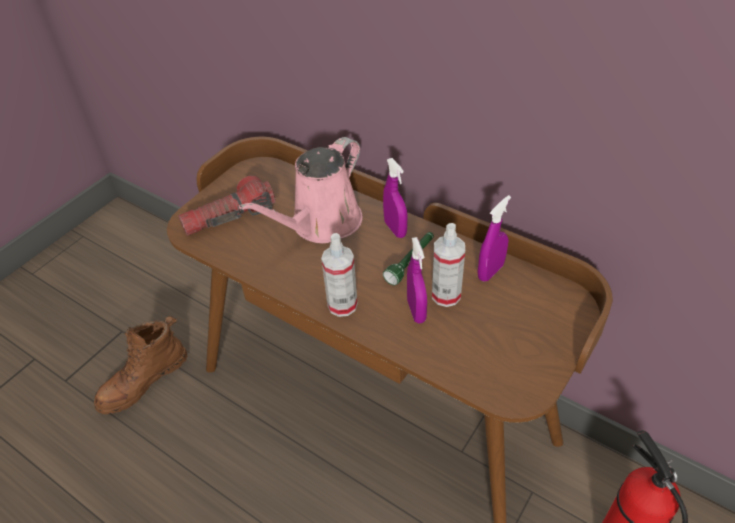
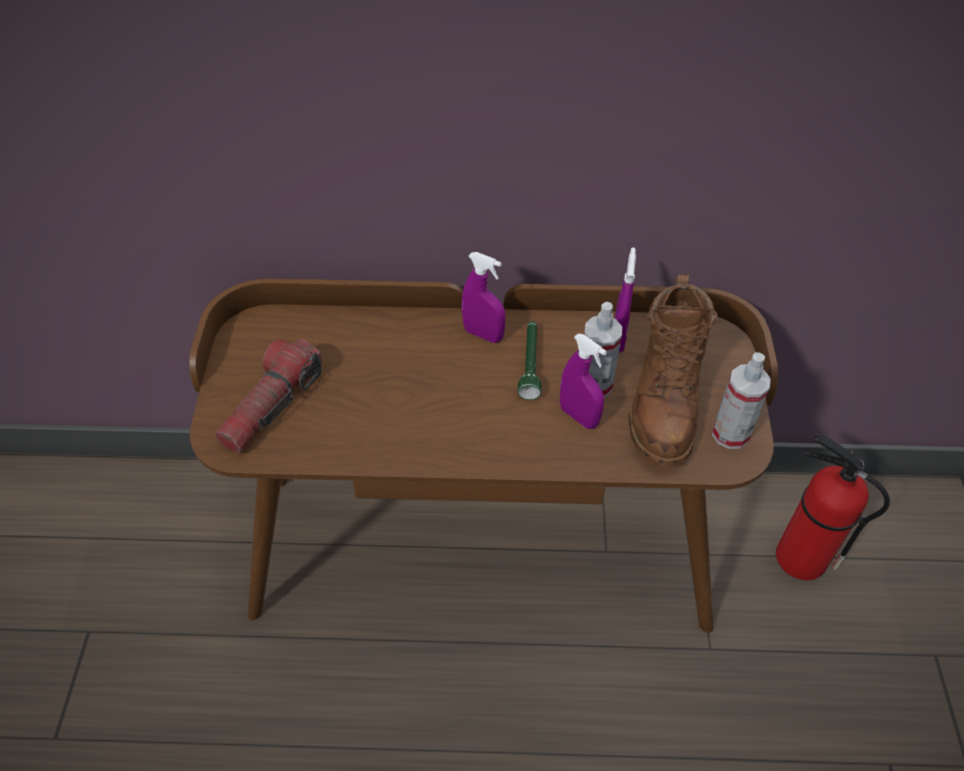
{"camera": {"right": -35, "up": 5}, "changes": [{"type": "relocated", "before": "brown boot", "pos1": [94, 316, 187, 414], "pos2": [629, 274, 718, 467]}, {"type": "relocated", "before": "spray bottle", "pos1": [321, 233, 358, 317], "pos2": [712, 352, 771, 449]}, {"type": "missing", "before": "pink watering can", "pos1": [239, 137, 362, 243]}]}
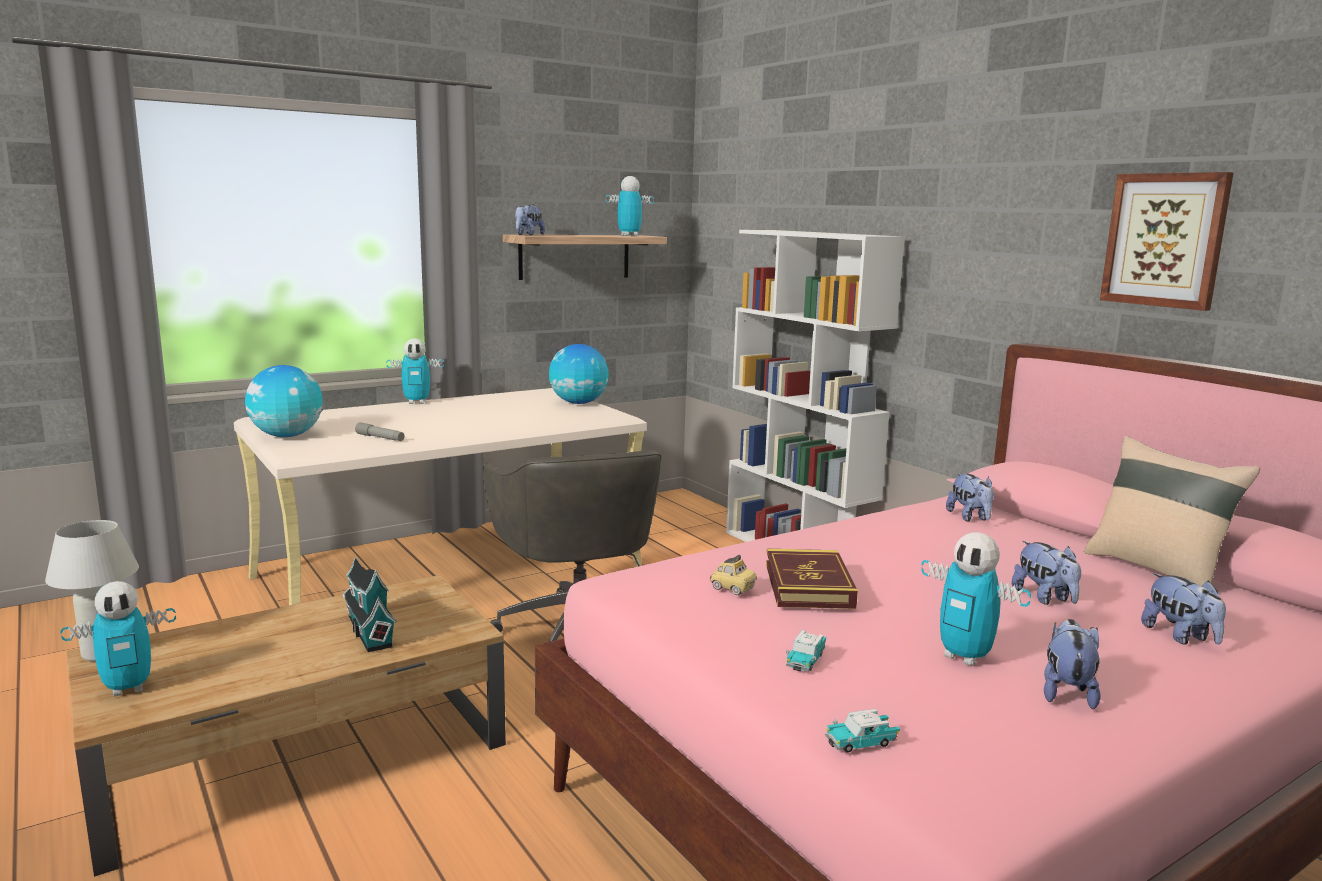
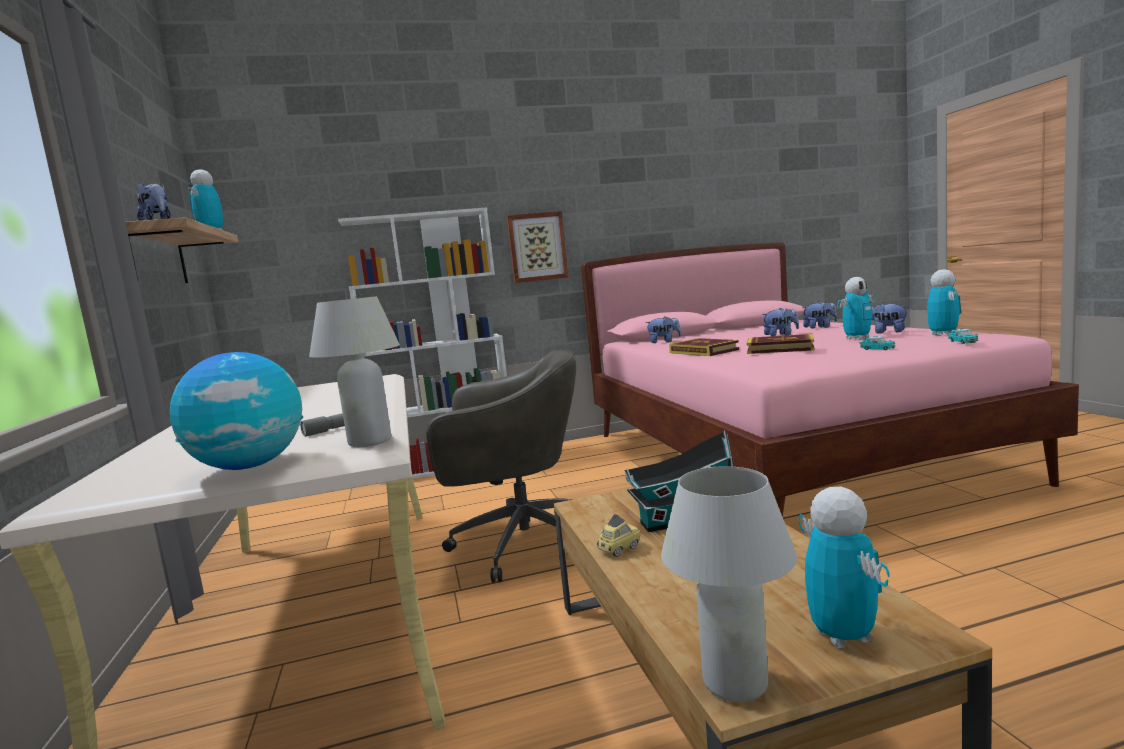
{"camera": {"right": -70, "up": -5}, "changes": [{"type": "appeared", "after": "white table lamp", "pos2": [309, 296, 400, 447]}, {"type": "relocated", "before": "picture", "pos1": [1100, 172, 1234, 311], "pos2": [507, 211, 568, 283]}, {"type": "relocated", "before": "toy car", "pos1": [710, 555, 757, 595], "pos2": [597, 514, 641, 557]}, {"type": "appeared", "after": "book", "pos2": [669, 338, 739, 356]}, {"type": "relocated", "before": "toy robot", "pos1": [386, 338, 444, 404], "pos2": [927, 269, 961, 336]}, {"type": "missing", "before": "globe", "pos1": [549, 344, 609, 404]}, {"type": "missing", "before": "beige pillow", "pos1": [1084, 436, 1260, 586]}]}
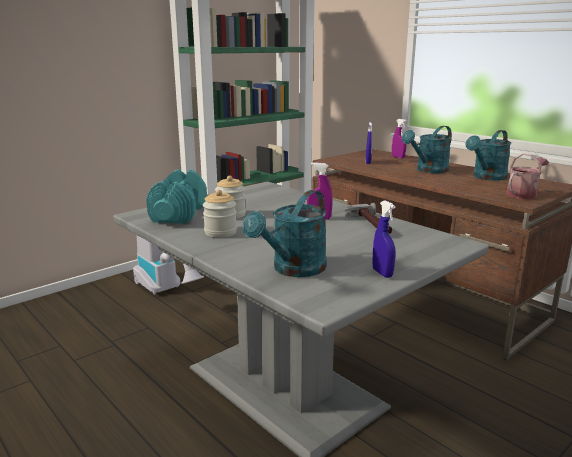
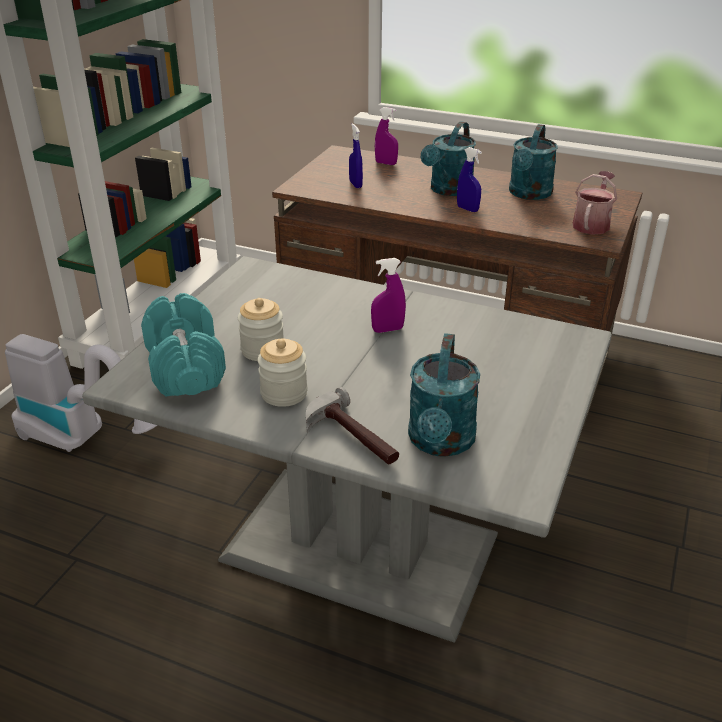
{"camera": {"right": -25, "up": 15}, "changes": [{"type": "relocated", "before": "hammer", "pos1": [344, 203, 392, 234], "pos2": [306, 387, 399, 465]}, {"type": "relocated", "before": "blue spray bottle", "pos1": [373, 200, 396, 278], "pos2": [457, 147, 482, 212]}]}
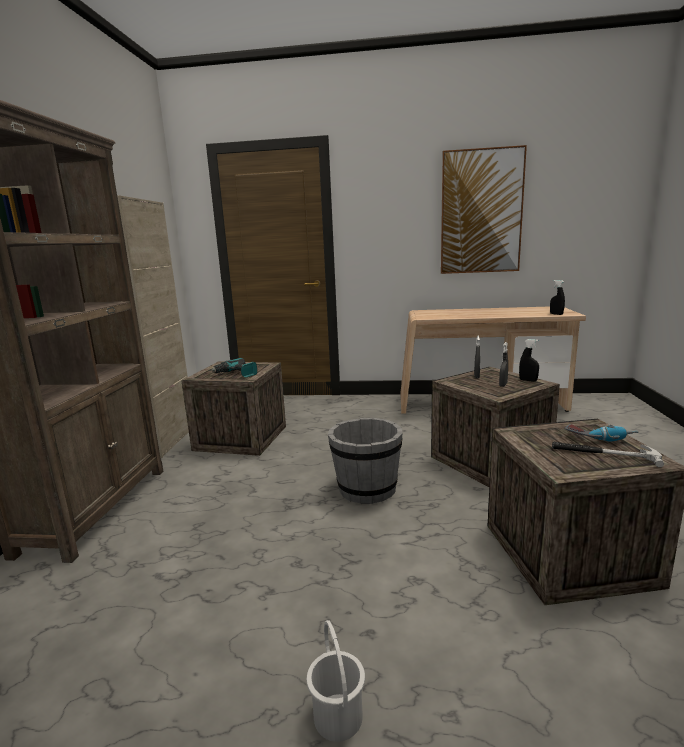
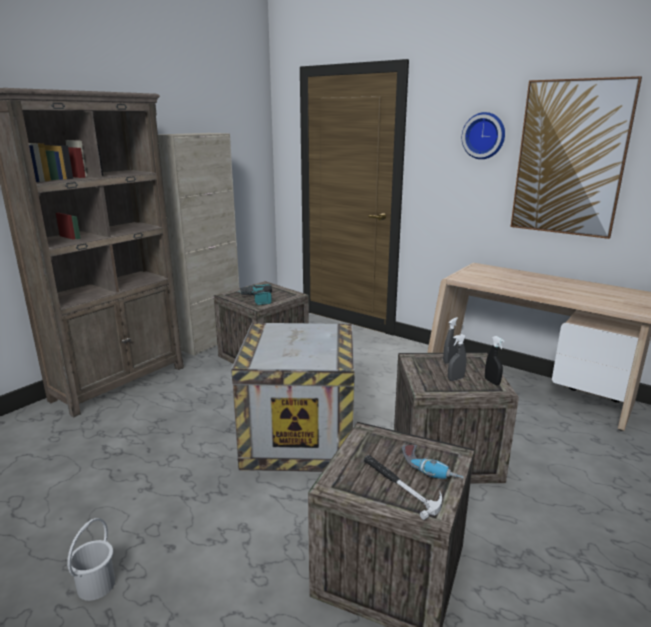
{"camera": {"right": 30, "up": 5}, "changes": [{"type": "exchanged", "before": "grey bucket", "after": "crate", "pos1": [328, 418, 403, 504], "pos2": [231, 323, 355, 472]}, {"type": "appeared", "after": "wall clock", "pos2": [462, 112, 505, 159]}, {"type": "missing", "before": "black spray bottle", "pos1": [550, 280, 565, 315]}]}
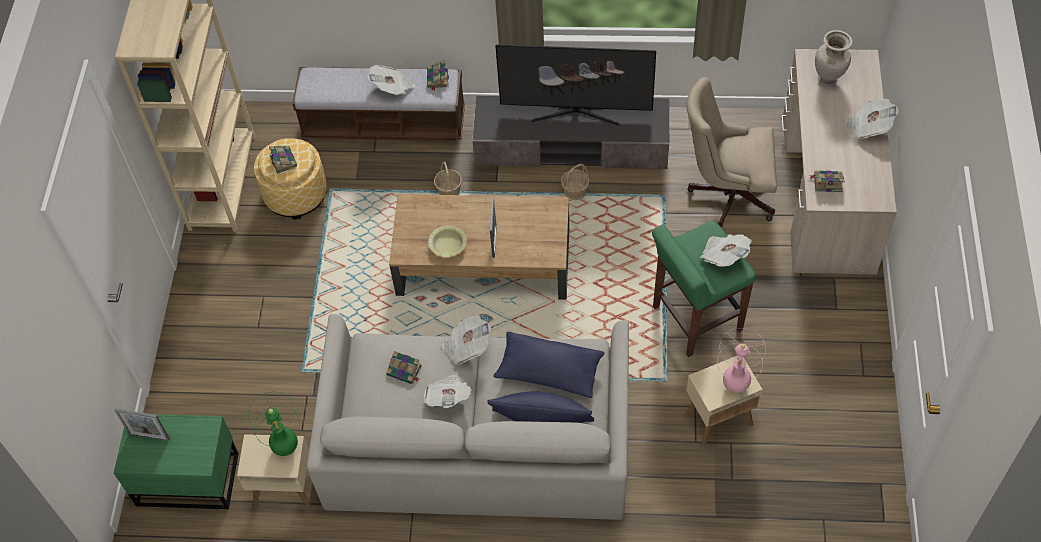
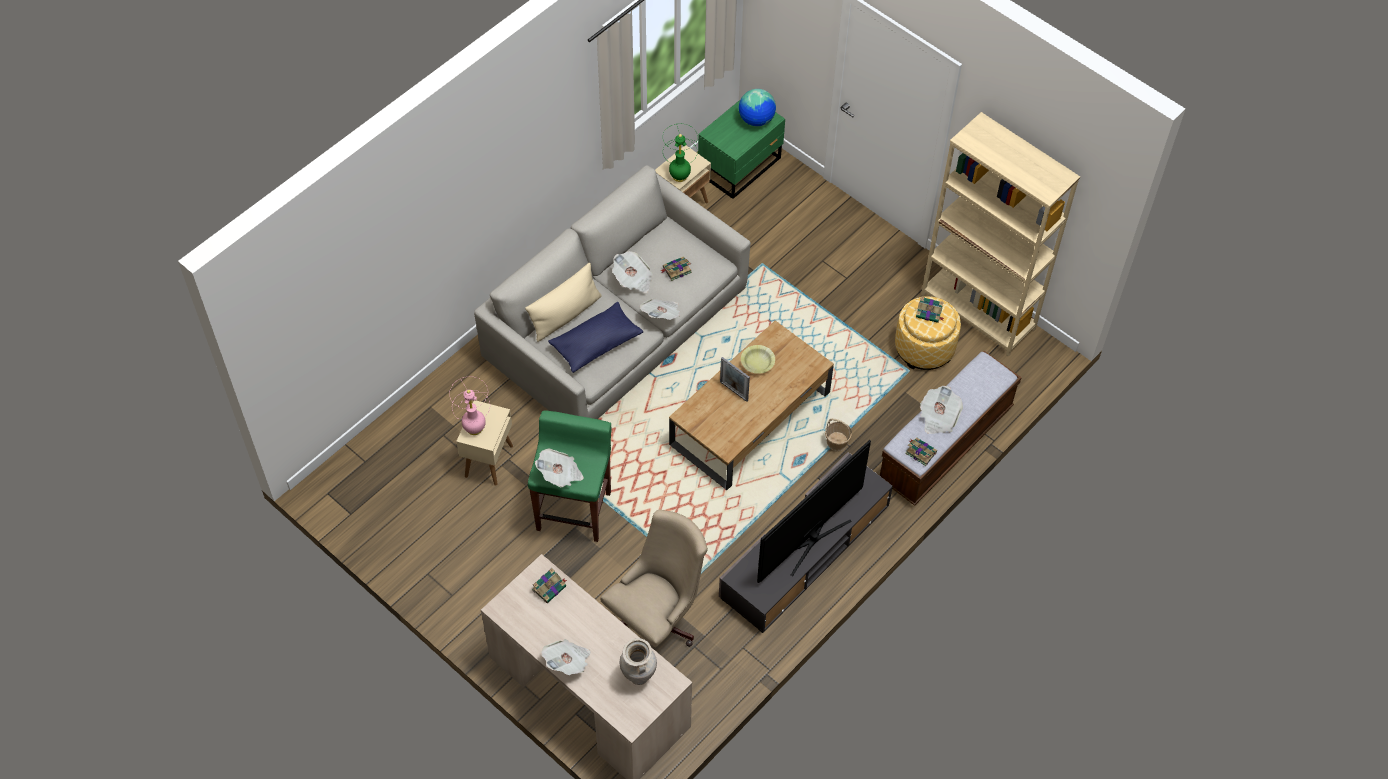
{"camera": {"right": 125, "up": 0}, "changes": [{"type": "colour", "before": "blue pillow", "after": "beige pillow", "pos1": [487, 392, 594, 423], "pos2": [525, 263, 602, 342]}, {"type": "exchanged", "before": "picture frame", "after": "globe", "pos1": [114, 408, 170, 441], "pos2": [739, 89, 776, 126]}, {"type": "missing", "before": "basket", "pos1": [561, 164, 589, 200]}]}
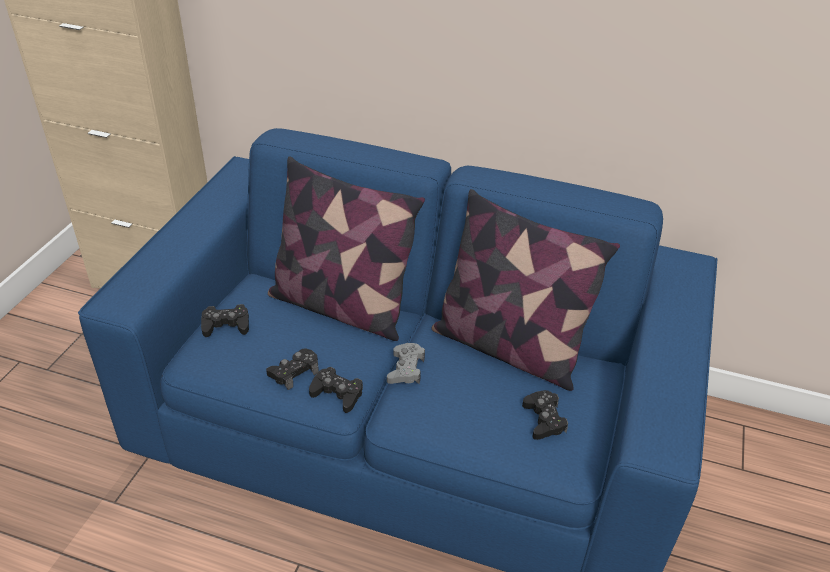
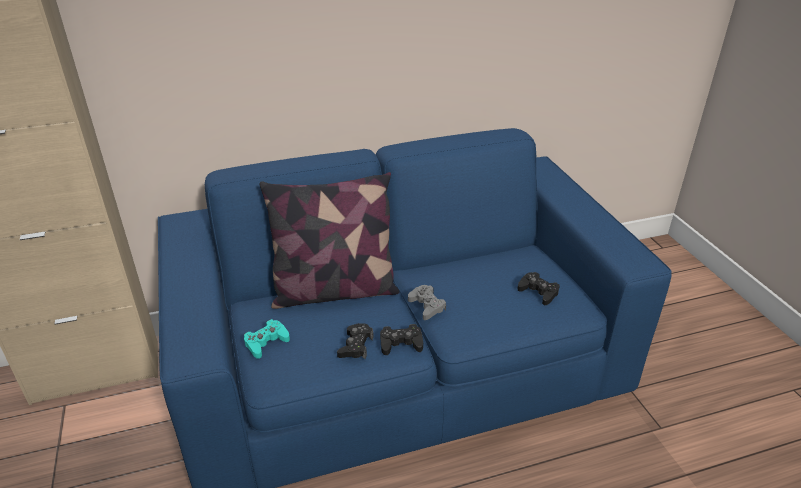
{"camera": {"right": -35, "up": -5}, "changes": [{"type": "colour", "before": "black game controller", "after": "turquoise game controller", "pos1": [201, 304, 249, 337], "pos2": [244, 319, 290, 359]}, {"type": "missing", "before": "pillow", "pos1": [432, 189, 620, 391]}]}
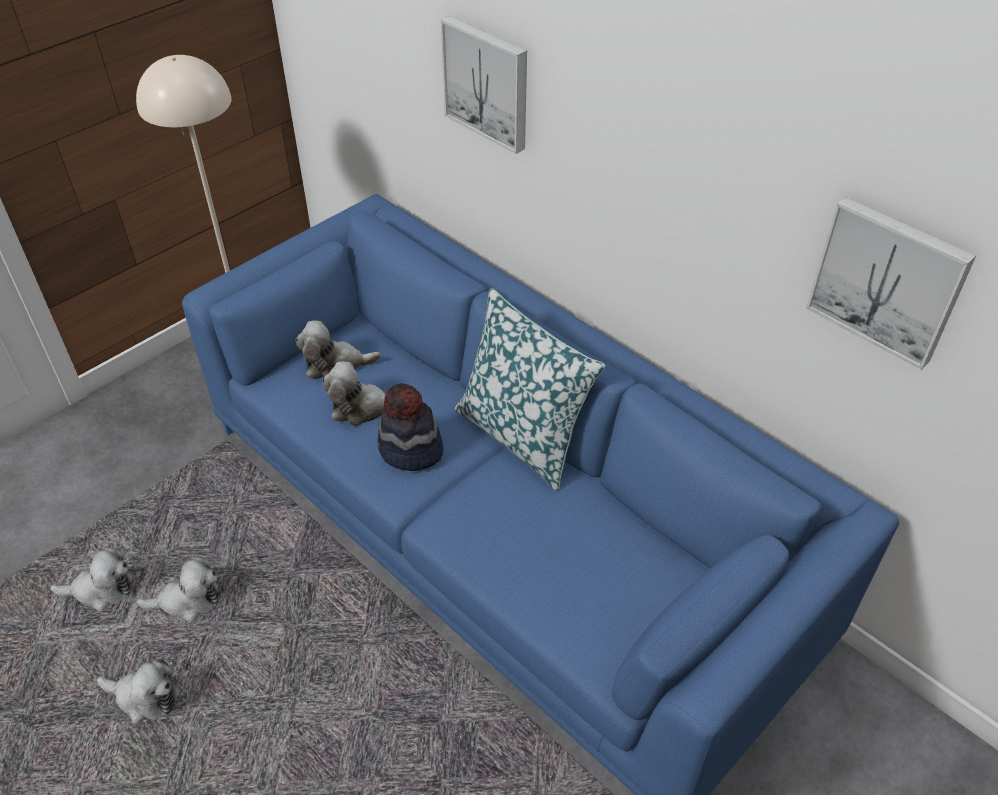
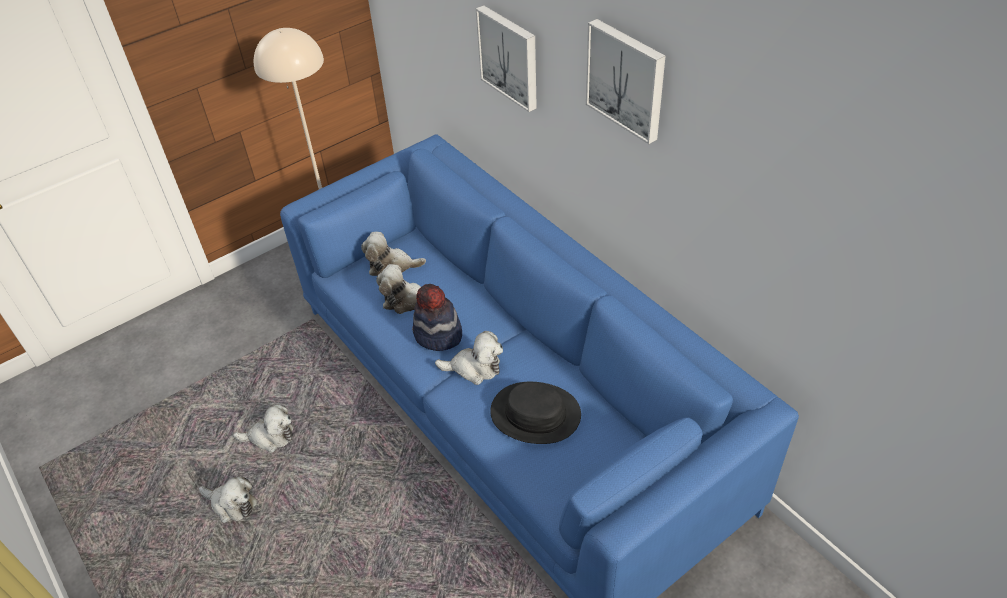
{"camera": {"right": 10, "up": 0}, "changes": [{"type": "relocated", "before": "plush toy", "pos1": [50, 547, 133, 612], "pos2": [435, 331, 503, 385]}, {"type": "appeared", "after": "black hat", "pos2": [490, 382, 581, 444]}, {"type": "relocated", "before": "picture", "pos1": [806, 196, 976, 370], "pos2": [586, 19, 666, 144]}, {"type": "missing", "before": "pillow", "pos1": [455, 288, 605, 491]}]}
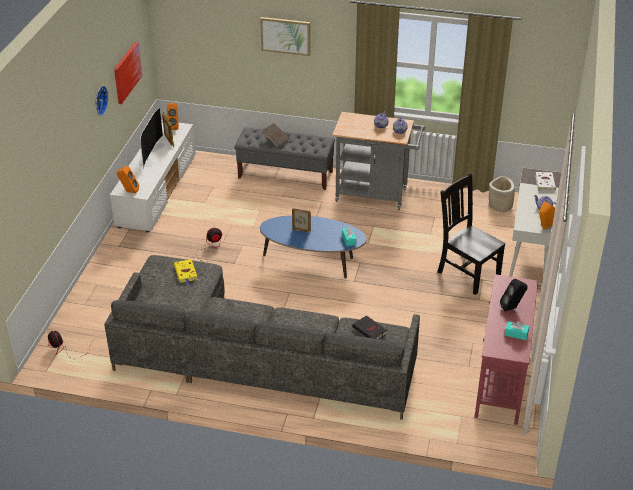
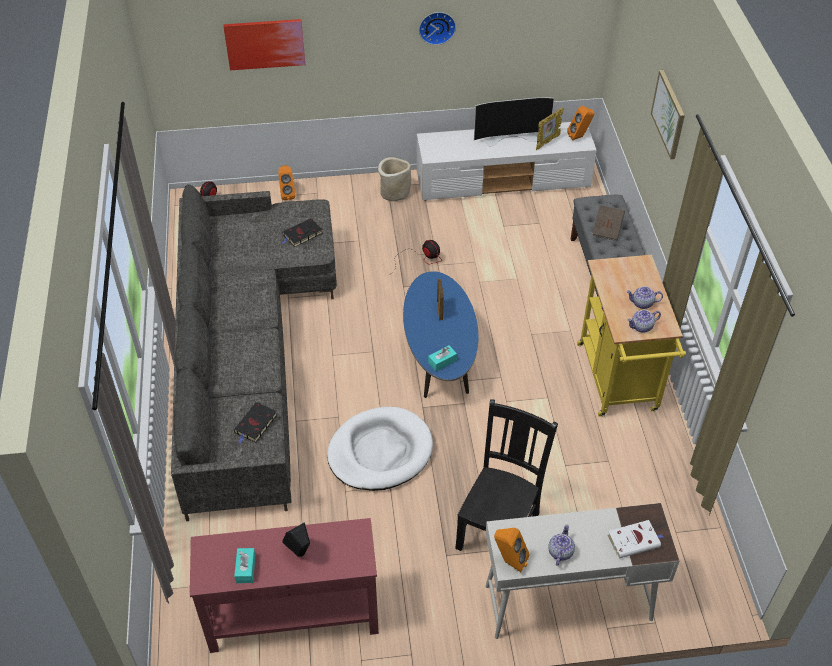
{"camera": {"right": 70, "up": 10}, "changes": [{"type": "relocated", "before": "picture", "pos1": [114, 42, 142, 104], "pos2": [223, 19, 305, 70]}, {"type": "relocated", "before": "orange speaker", "pos1": [117, 166, 139, 193], "pos2": [278, 165, 295, 200]}, {"type": "colour", "before": "yellow book", "after": "black book", "pos1": [174, 259, 198, 286], "pos2": [281, 218, 322, 247]}, {"type": "appeared", "after": "white dog bed", "pos2": [327, 407, 433, 491]}, {"type": "relocated", "before": "beige planter", "pos1": [489, 176, 514, 212], "pos2": [378, 157, 411, 201]}, {"type": "colour", "before": "grey cart", "after": "yellow cart", "pos1": [332, 112, 425, 210], "pos2": [577, 255, 686, 417]}]}
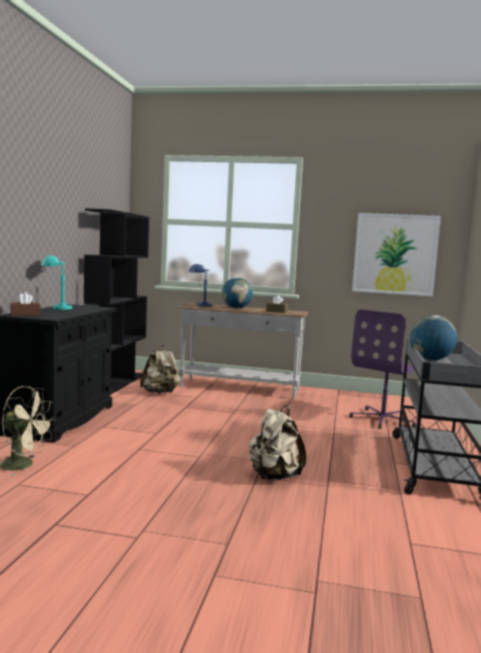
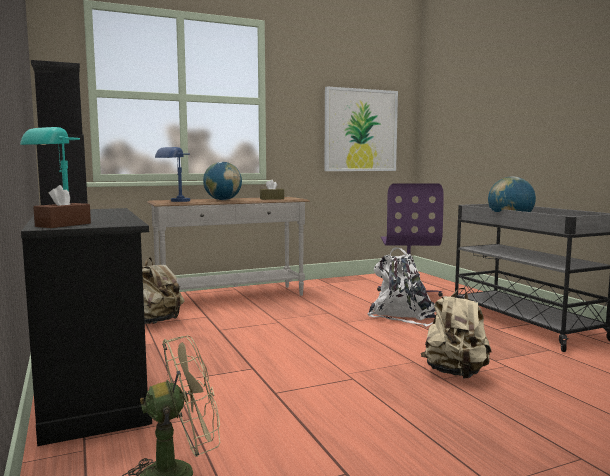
{"camera": {"right": -35, "up": 0}, "changes": [{"type": "appeared", "after": "white backpack", "pos2": [367, 247, 436, 327]}]}
